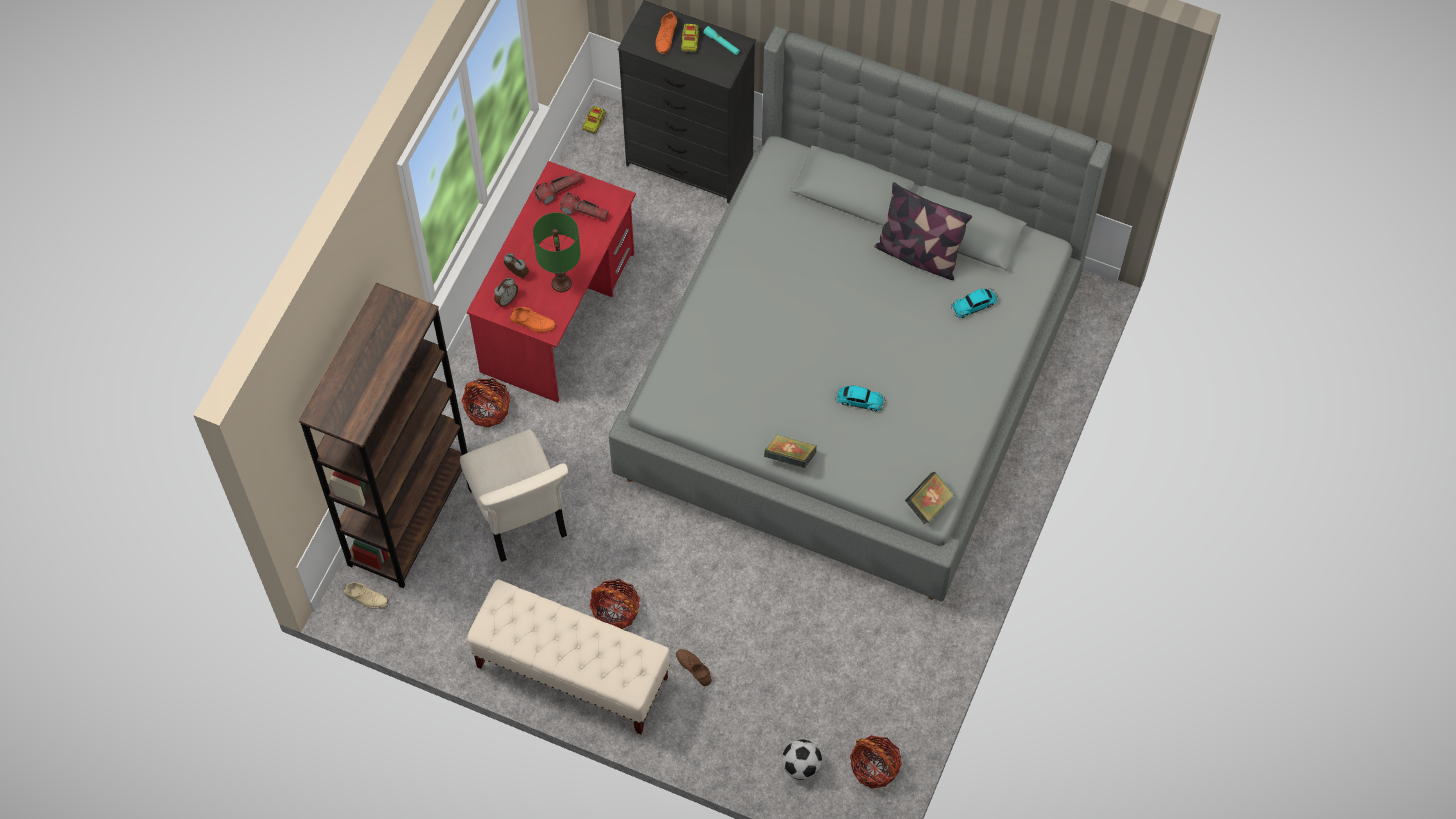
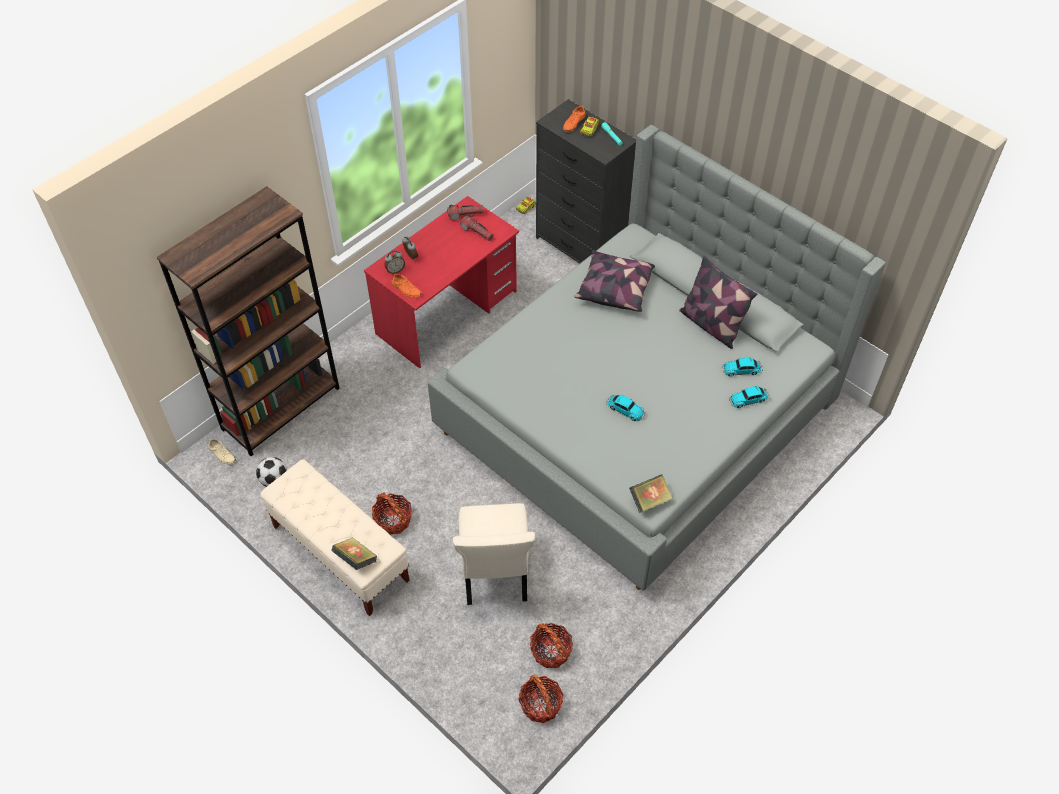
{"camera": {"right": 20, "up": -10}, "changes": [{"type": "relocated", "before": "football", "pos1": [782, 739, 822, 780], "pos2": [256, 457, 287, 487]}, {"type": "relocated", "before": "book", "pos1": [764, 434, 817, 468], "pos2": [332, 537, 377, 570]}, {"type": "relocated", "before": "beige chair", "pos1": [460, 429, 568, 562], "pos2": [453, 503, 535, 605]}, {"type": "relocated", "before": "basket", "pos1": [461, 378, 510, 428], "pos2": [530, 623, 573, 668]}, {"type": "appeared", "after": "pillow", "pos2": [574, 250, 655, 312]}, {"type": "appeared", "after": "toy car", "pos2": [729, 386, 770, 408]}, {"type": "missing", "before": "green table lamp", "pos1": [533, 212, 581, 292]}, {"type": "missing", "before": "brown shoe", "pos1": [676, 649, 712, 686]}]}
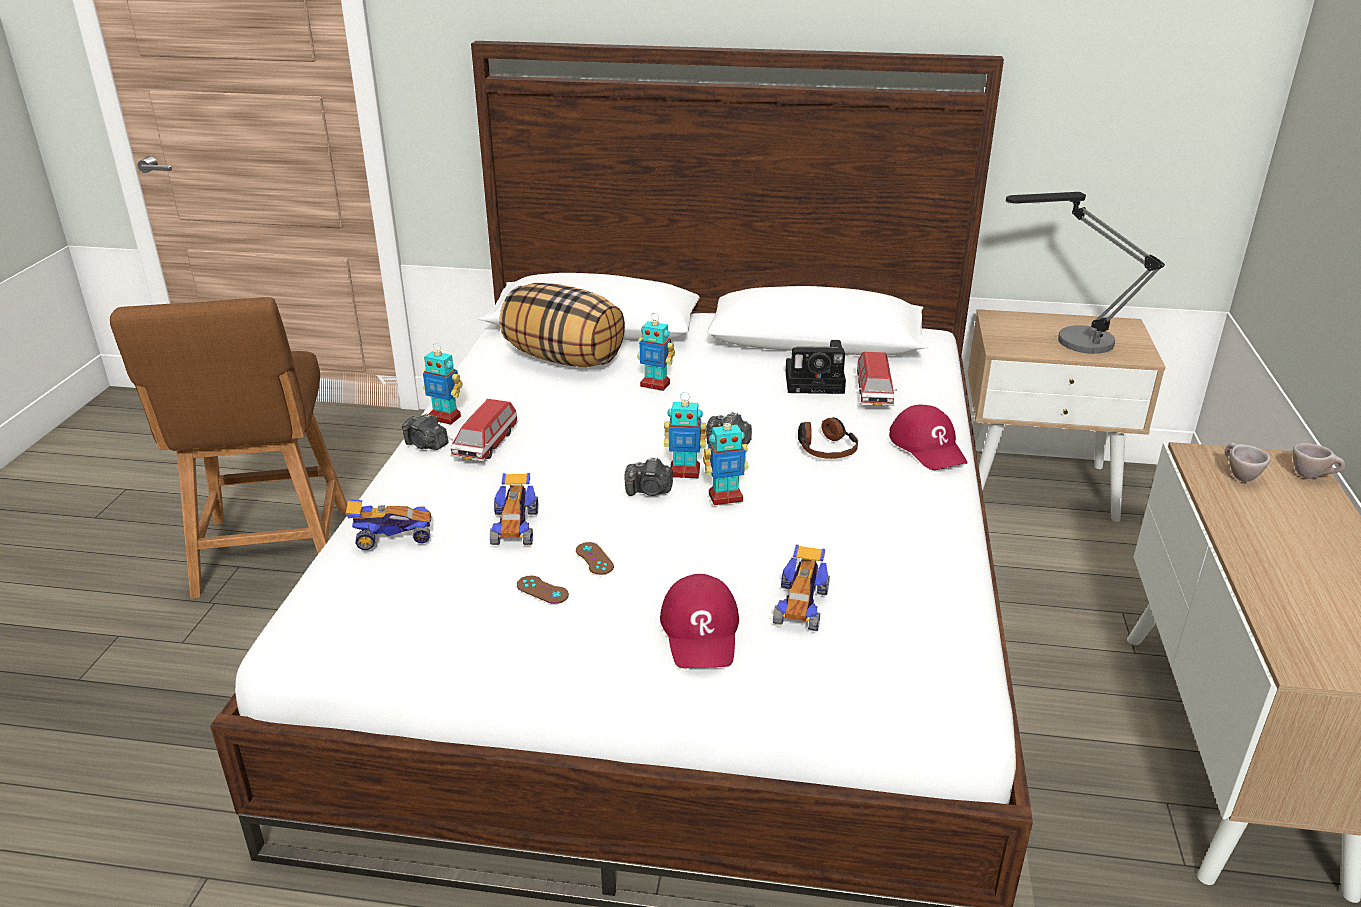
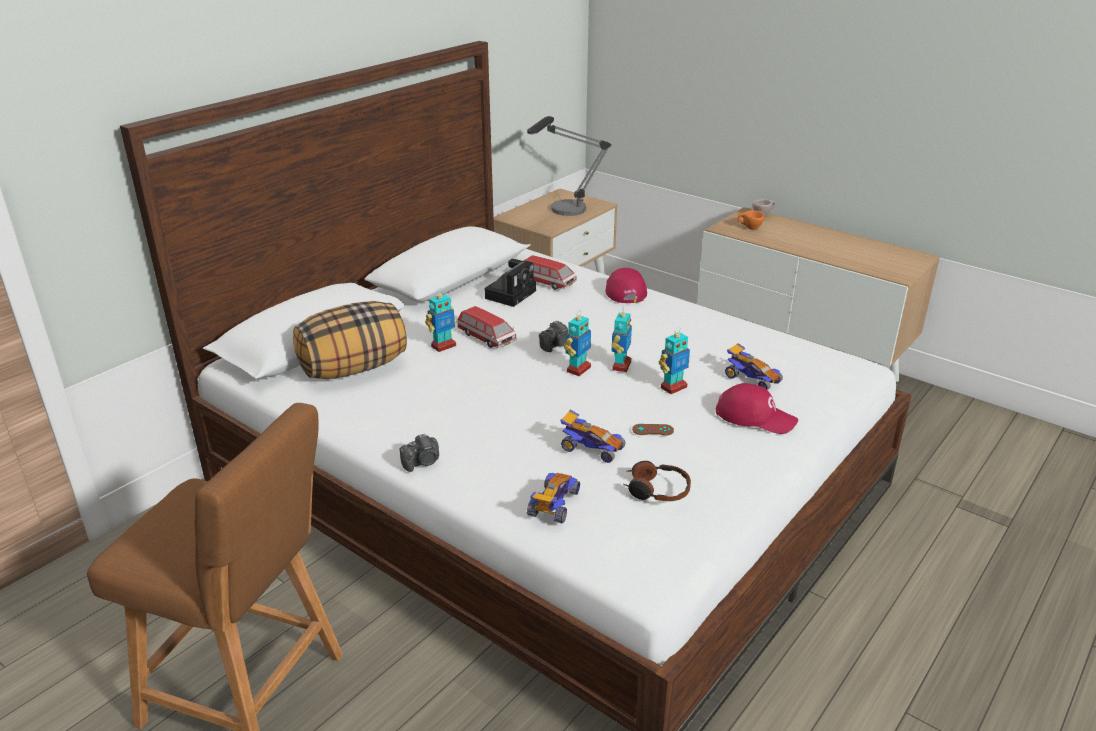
{"camera": {"right": -60, "up": 0}, "changes": [{"type": "relocated", "before": "toy car", "pos1": [450, 399, 518, 461], "pos2": [457, 306, 517, 348]}, {"type": "spun", "before": "red cap", "pos1": [889, 404, 968, 470], "pos2": [606, 268, 647, 303], "turn": -105}, {"type": "relocated", "before": "headphones", "pos1": [798, 417, 858, 459], "pos2": [623, 461, 691, 501]}, {"type": "relocated", "before": "toy robot", "pos1": [423, 343, 462, 425], "pos2": [659, 329, 690, 394]}, {"type": "colour", "before": "beige cup", "after": "orange cup", "pos1": [1225, 442, 1271, 482], "pos2": [738, 211, 764, 230]}, {"type": "missing", "before": "brown game controller", "pos1": [517, 576, 569, 604]}, {"type": "missing", "before": "photo camera", "pos1": [625, 457, 673, 496]}]}
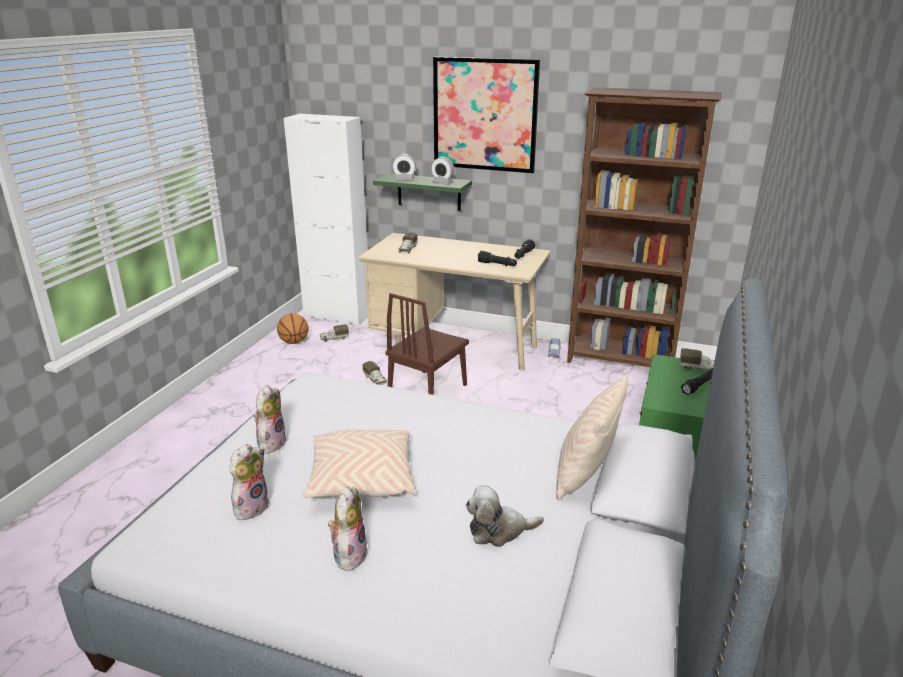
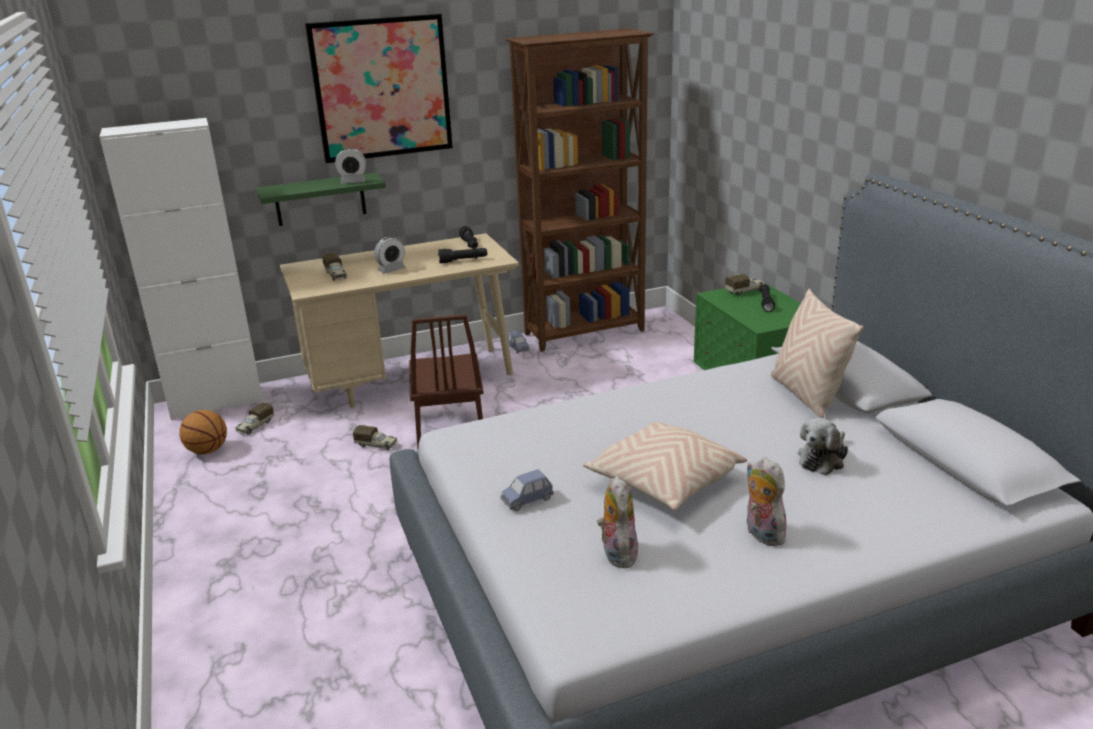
{"camera": {"right": -40, "up": 0}, "changes": [{"type": "relocated", "before": "alarm clock", "pos1": [392, 154, 416, 181], "pos2": [374, 237, 405, 273]}, {"type": "exchanged", "before": "plush toy", "after": "blue toy car", "pos1": [253, 385, 287, 454], "pos2": [500, 470, 554, 511]}]}
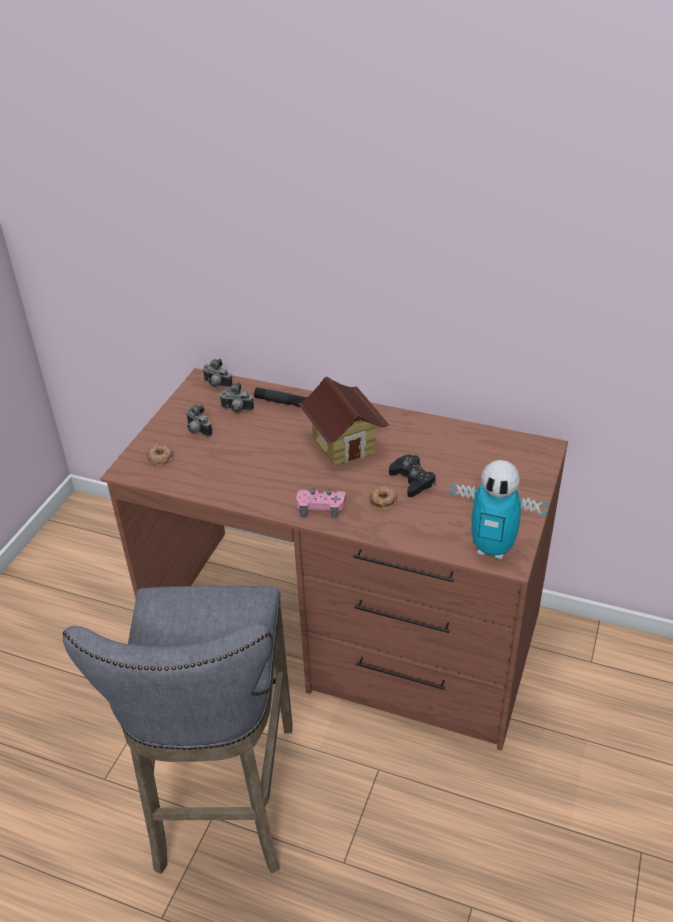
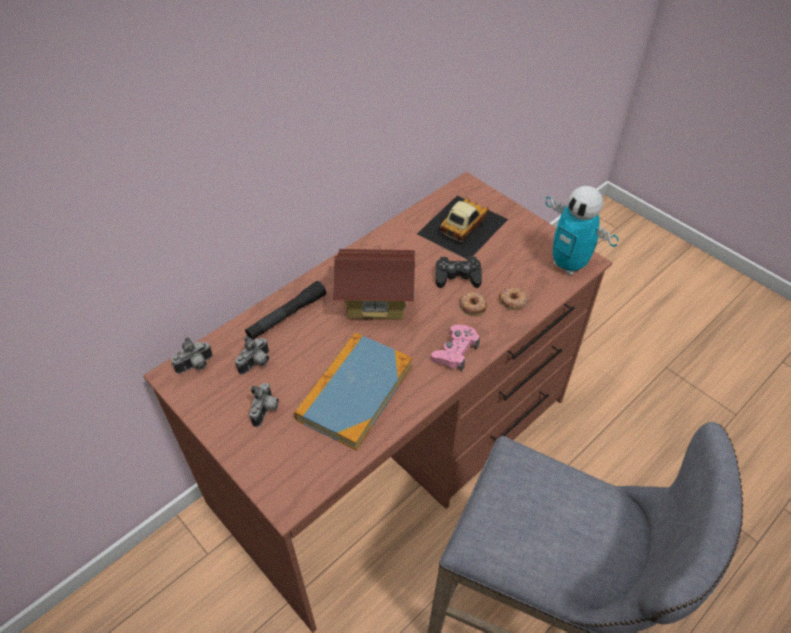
{"camera": {"right": -65, "up": 10}, "changes": [{"type": "spun", "before": "photo camera", "pos1": [186, 404, 212, 437], "pos2": [249, 383, 279, 427], "turn": -60}, {"type": "appeared", "after": "book", "pos2": [294, 333, 412, 451]}, {"type": "appeared", "after": "toy car", "pos2": [417, 196, 508, 260]}, {"type": "relocated", "before": "donut", "pos1": [147, 443, 173, 465], "pos2": [499, 288, 528, 310]}, {"type": "spun", "before": "toy robot", "pos1": [450, 460, 549, 559], "pos2": [546, 186, 619, 275], "turn": 90}]}
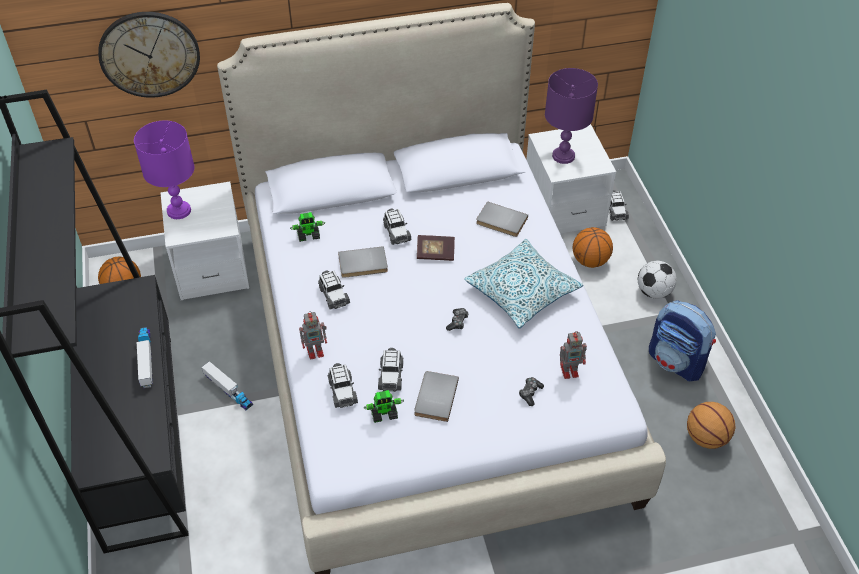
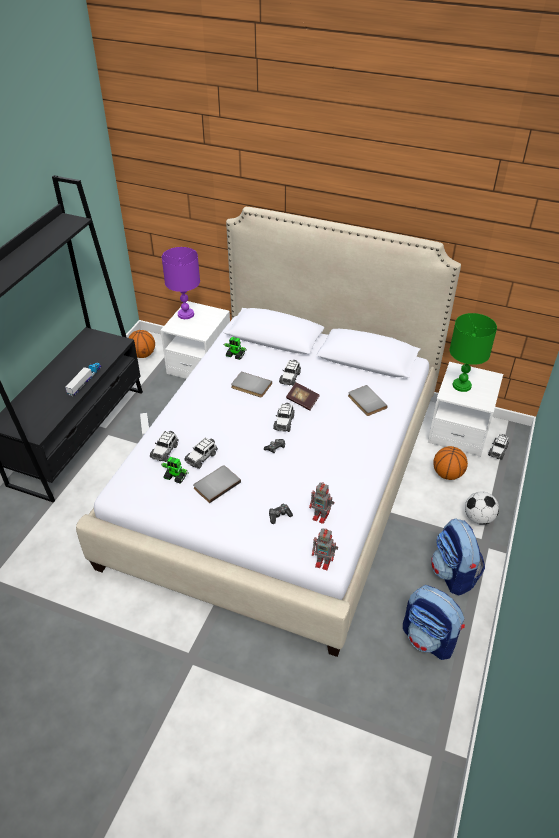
{"camera": {"right": 35, "up": -5}, "changes": [{"type": "relocated", "before": "toy car", "pos1": [318, 271, 350, 310], "pos2": [273, 403, 295, 432]}, {"type": "relocated", "before": "toy robot", "pos1": [299, 311, 327, 360], "pos2": [312, 528, 338, 570]}, {"type": "exchanged", "before": "basketball", "after": "backpack", "pos1": [687, 402, 736, 449], "pos2": [403, 585, 465, 660]}, {"type": "colour", "before": "purple table lamp", "after": "green table lamp", "pos1": [545, 68, 598, 164], "pos2": [450, 313, 497, 392]}, {"type": "missing", "before": "wall clock", "pos1": [98, 12, 200, 98]}, {"type": "missing", "before": "pillow", "pos1": [464, 239, 583, 329]}]}
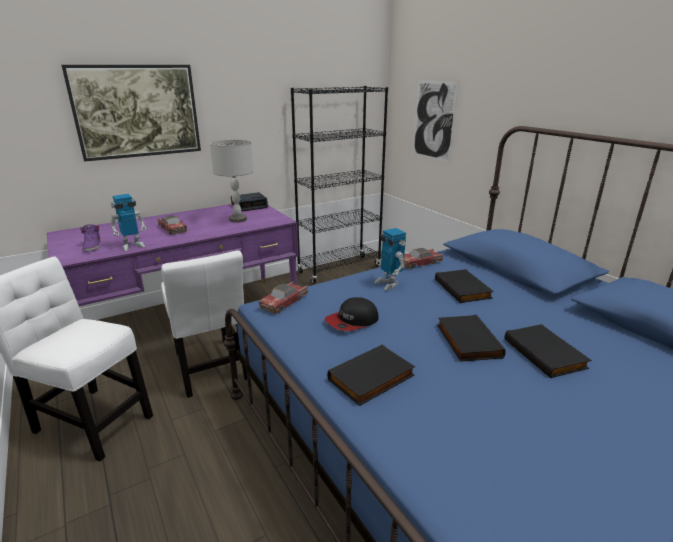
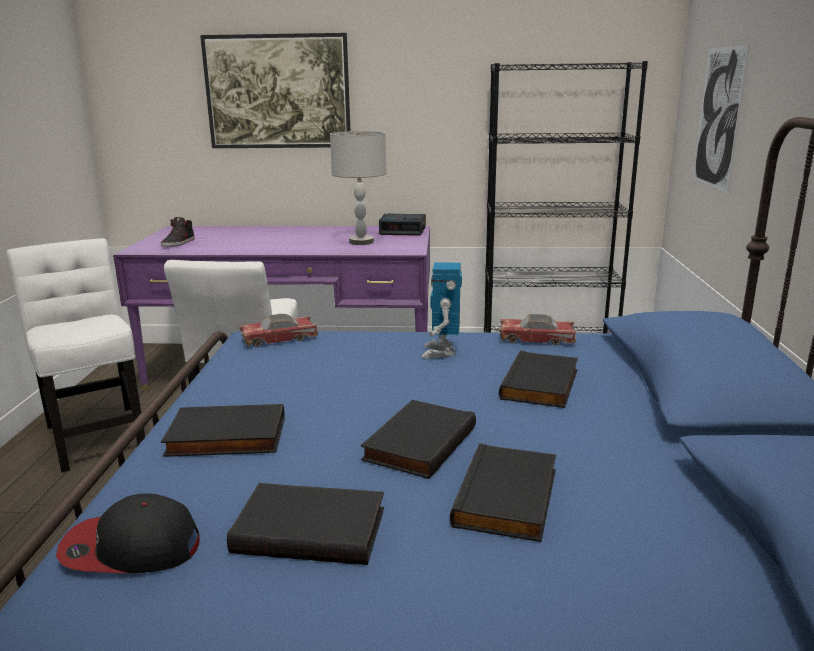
{"camera": {"right": 35, "up": -5}, "changes": [{"type": "relocated", "before": "cap", "pos1": [325, 297, 379, 331], "pos2": [56, 493, 200, 574]}, {"type": "colour", "before": "purple shoe", "after": "black shoe", "pos1": [80, 224, 101, 252], "pos2": [161, 217, 195, 246]}, {"type": "appeared", "after": "black book", "pos2": [227, 483, 384, 565]}, {"type": "missing", "before": "toy robot", "pos1": [110, 194, 147, 251]}, {"type": "missing", "before": "toy car", "pos1": [158, 215, 187, 234]}]}
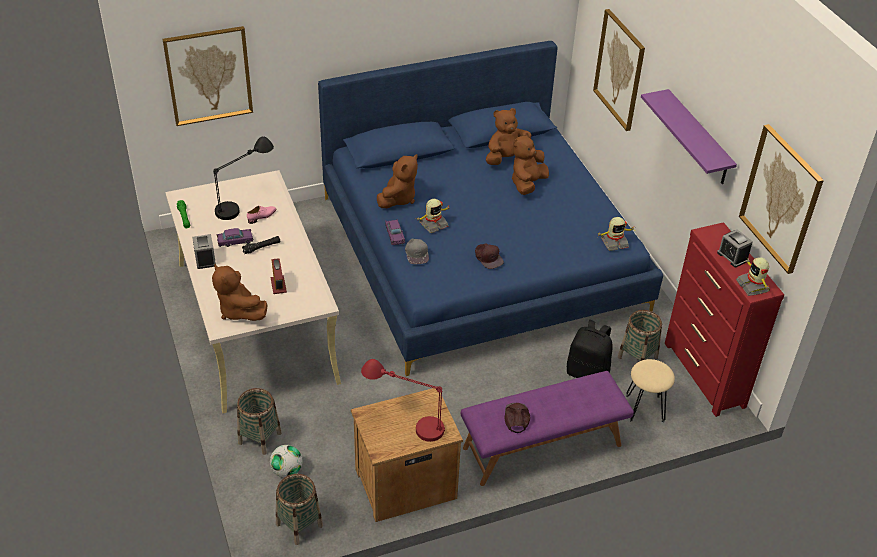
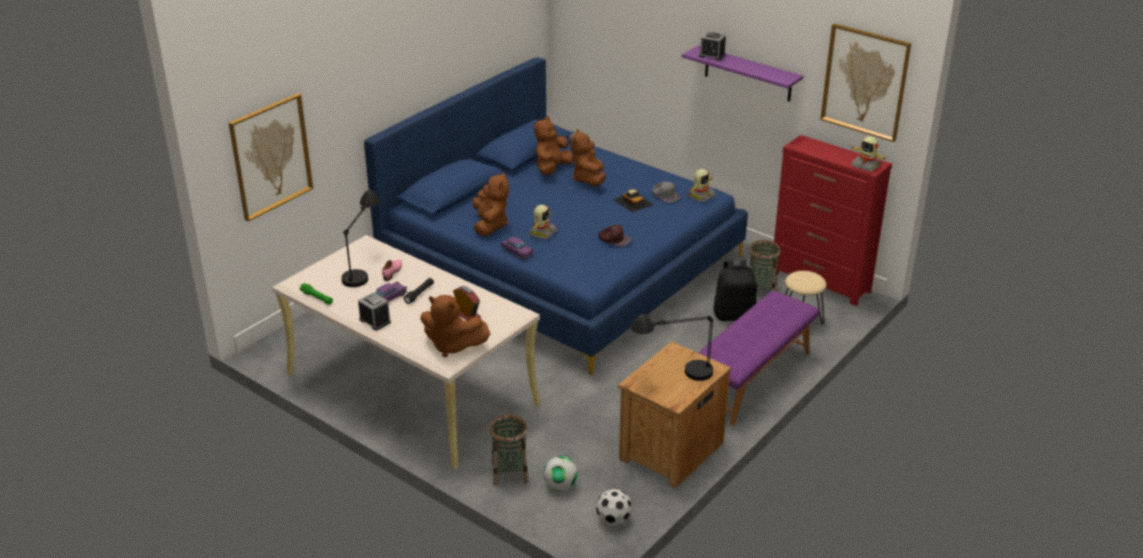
{"camera": {"right": -30, "up": -10}, "changes": [{"type": "exchanged", "before": "basket", "after": "football", "pos1": [276, 474, 323, 545], "pos2": [596, 489, 632, 526]}, {"type": "appeared", "after": "toy car", "pos2": [613, 189, 654, 213]}, {"type": "colour", "before": "red table lamp", "after": "black table lamp", "pos1": [361, 359, 445, 442], "pos2": [631, 314, 713, 381]}, {"type": "relocated", "before": "grey cap", "pos1": [405, 239, 429, 264], "pos2": [652, 182, 681, 203]}, {"type": "relocated", "before": "alarm clock", "pos1": [717, 229, 753, 267], "pos2": [699, 32, 726, 61]}, {"type": "missing", "before": "brown cap", "pos1": [504, 403, 530, 433]}, {"type": "missing", "before": "picture", "pos1": [593, 9, 645, 131]}]}
